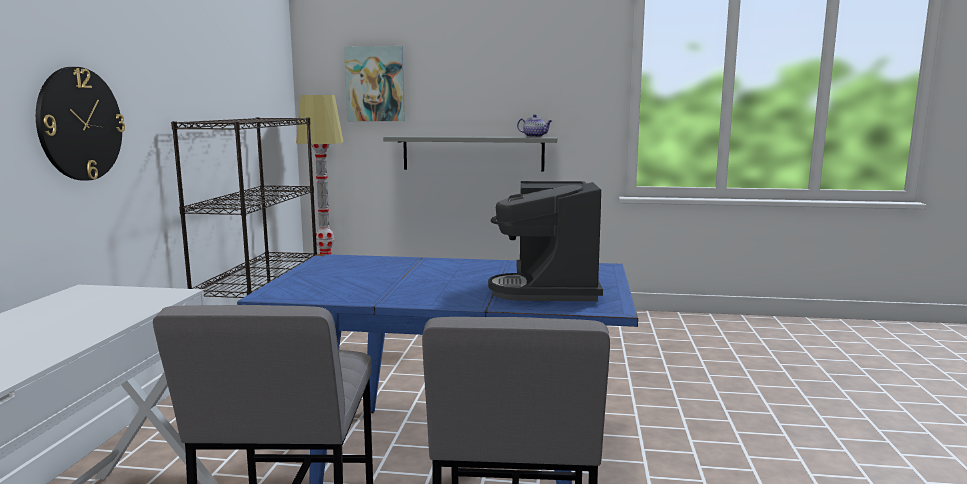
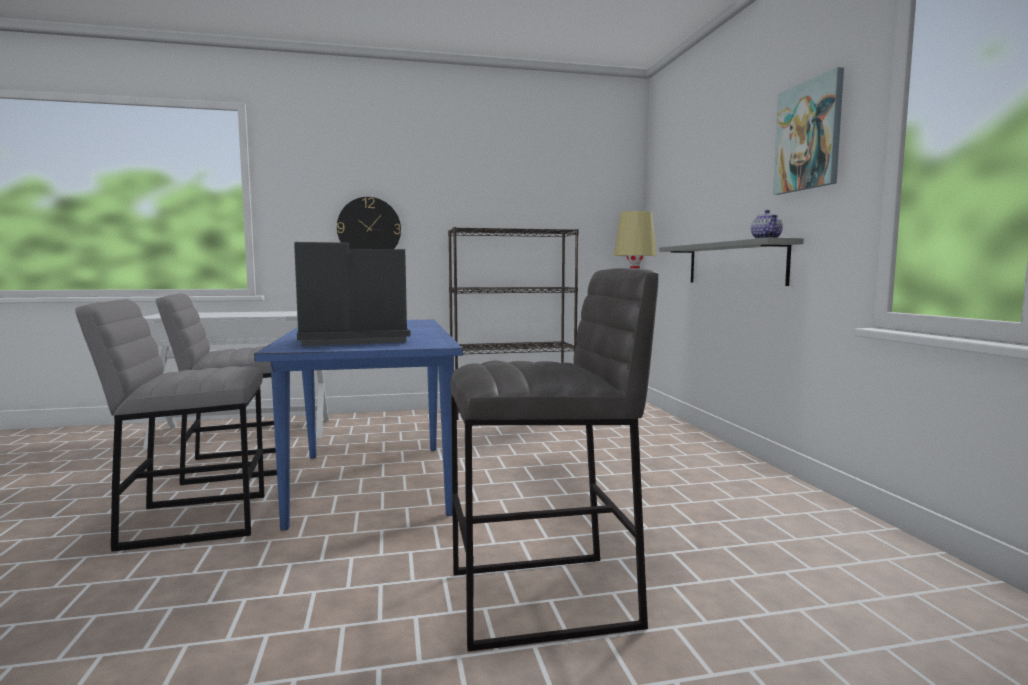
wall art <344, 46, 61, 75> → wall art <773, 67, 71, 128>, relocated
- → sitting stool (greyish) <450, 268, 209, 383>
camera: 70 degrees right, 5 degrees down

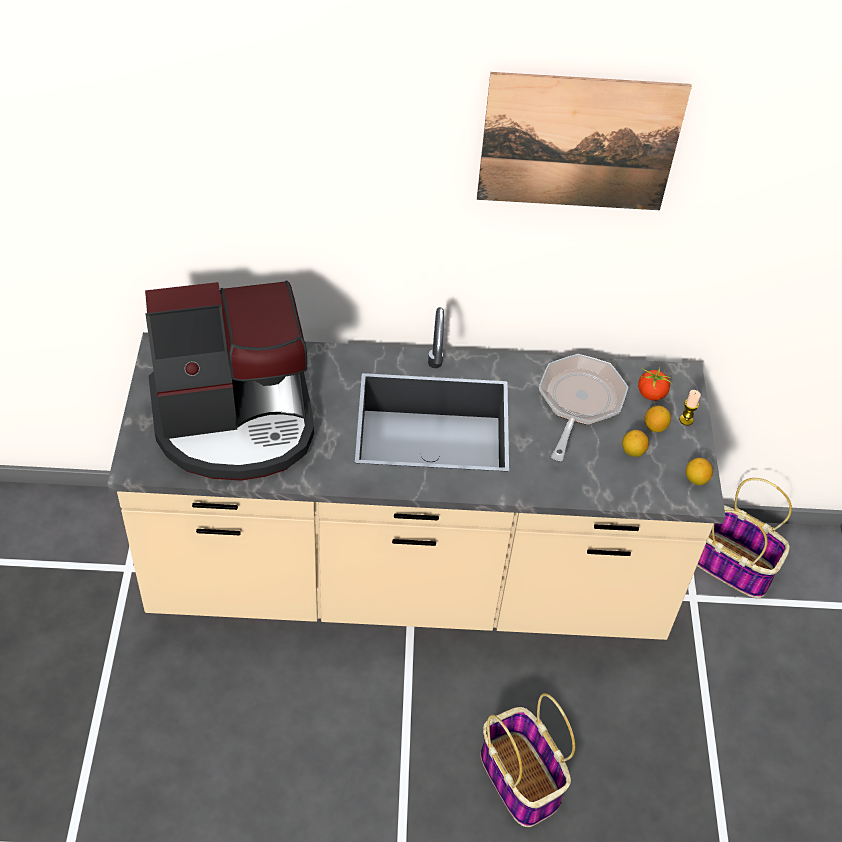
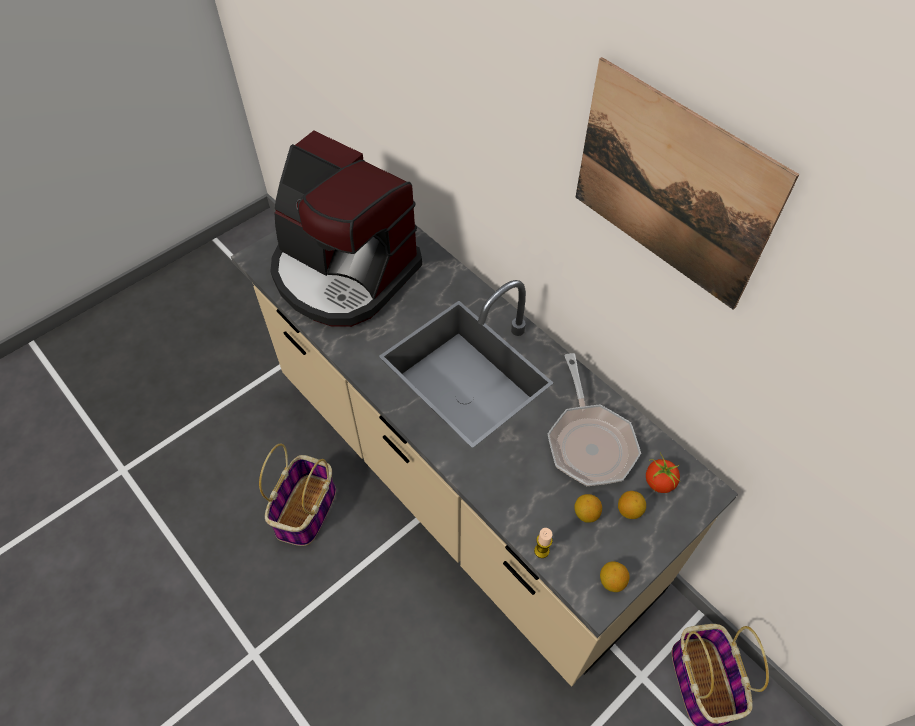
skillet <539, 354, 89, 107> → skillet <548, 353, 93, 133>, 105 degrees clockwise
wax light <679, 390, 22, 35> → wax light <534, 528, 19, 30>, relocated
household basket <480, 693, 95, 134> → household basket <259, 443, 77, 103>, relocated
camera: 50 degrees right, 5 degrees up

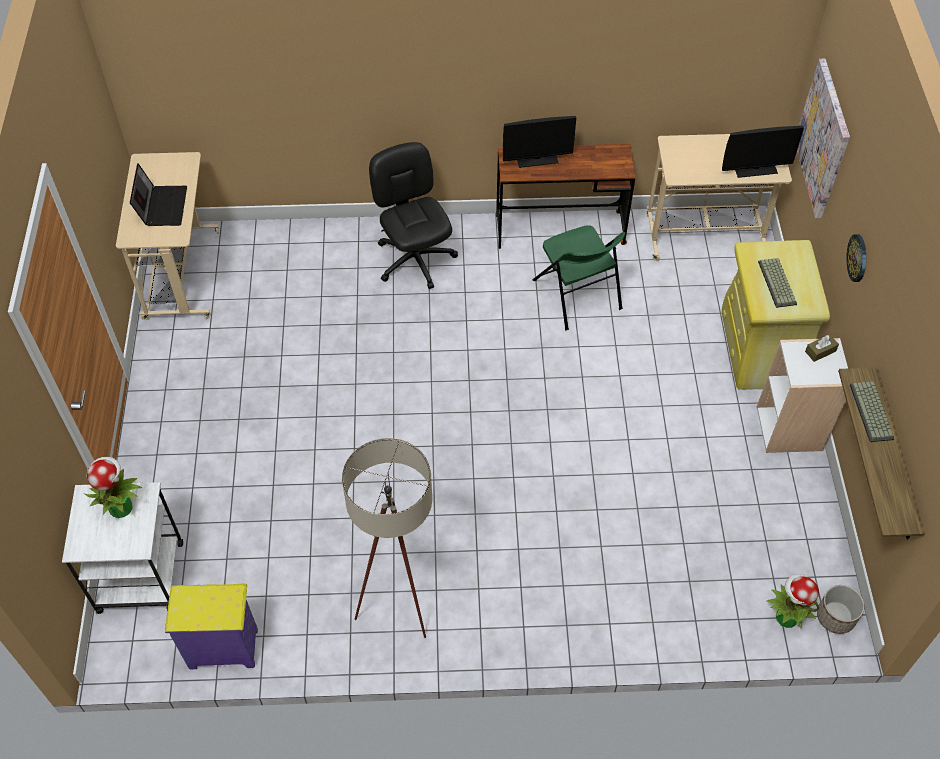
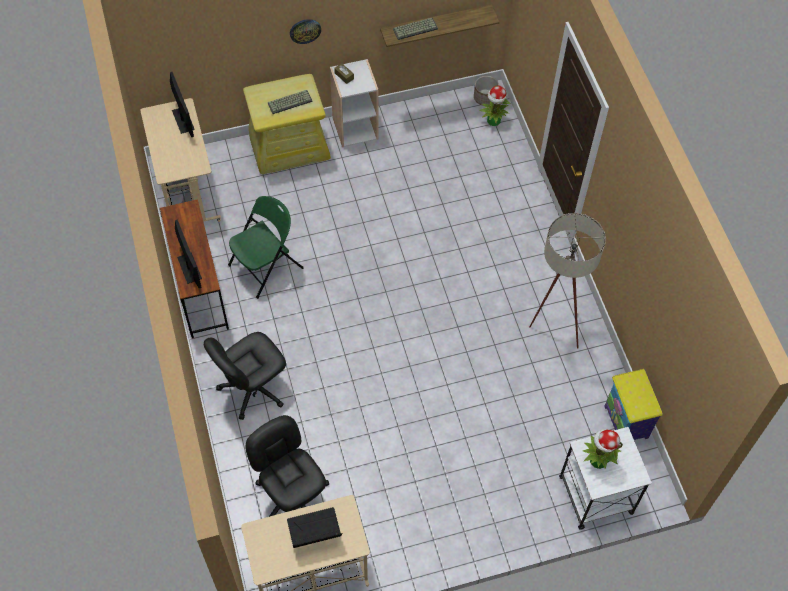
wall art <797, 59, 53, 159> → -
- → office chair (blackish) <246, 415, 83, 102>
camera: 105 degrees left, 5 degrees up

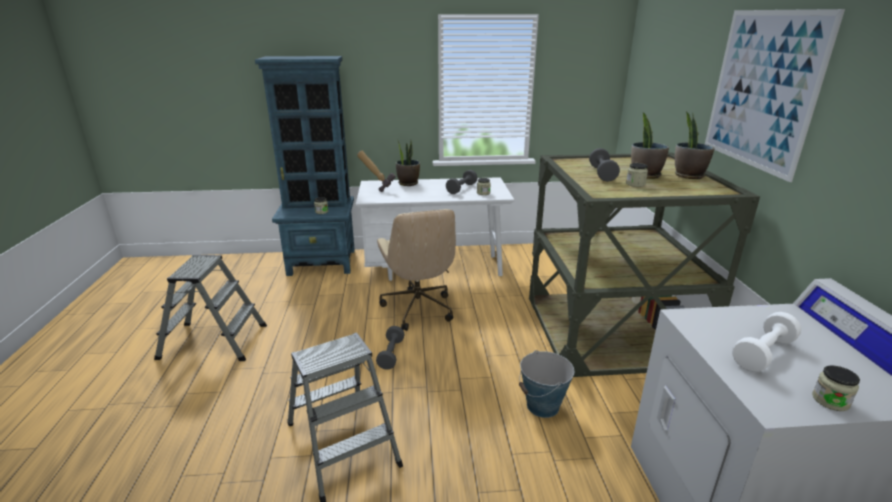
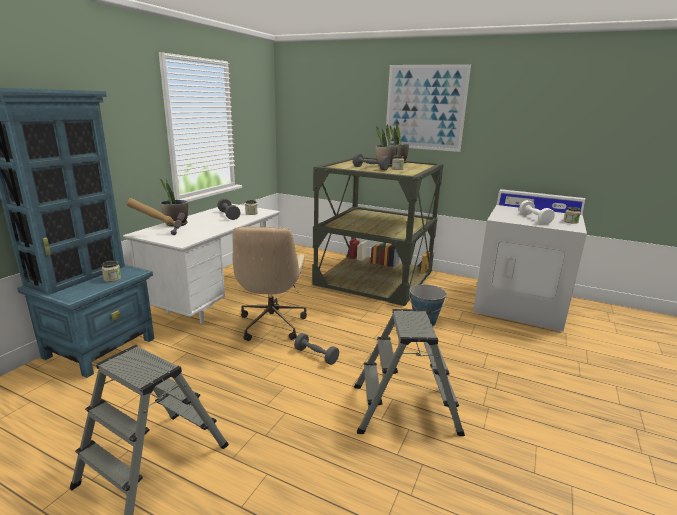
office chair (beige) <377, 209, 79, 122> → office chair (beige) <232, 227, 75, 114>, 75 degrees clockwise
camera: 60 degrees left, 5 degrees down

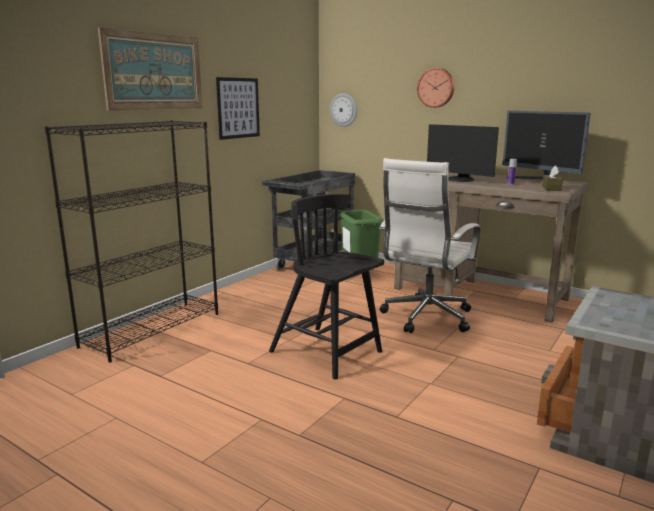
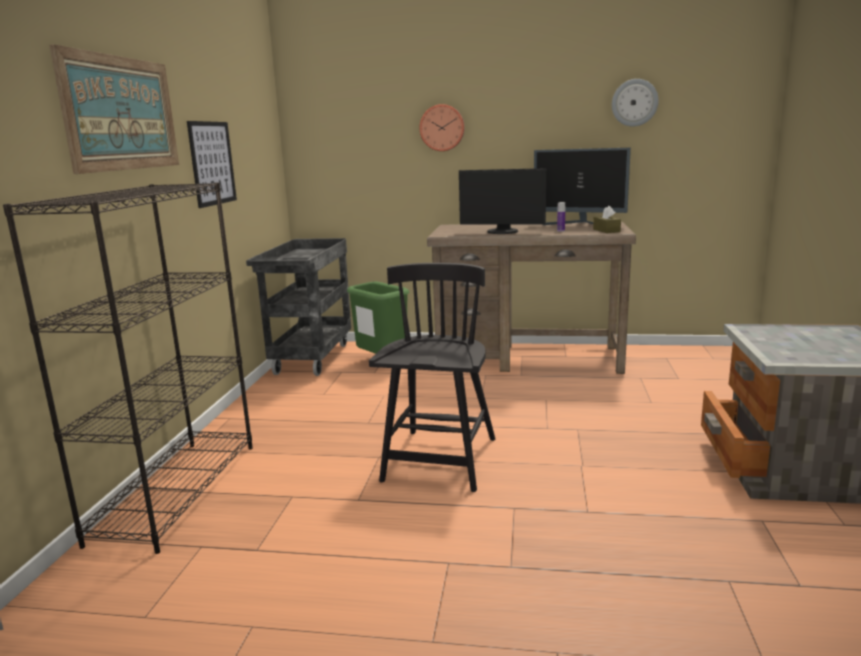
hanging clock <330, 93, 27, 34> → hanging clock <612, 79, 47, 48>, relocated
office chair (white-coloured) <379, 158, 101, 175> → -
chair (blackish) <269, 194, 115, 185> → chair (blackish) <369, 263, 126, 229>, 90 degrees clockwise
camera: 25 degrees left, 0 degrees up

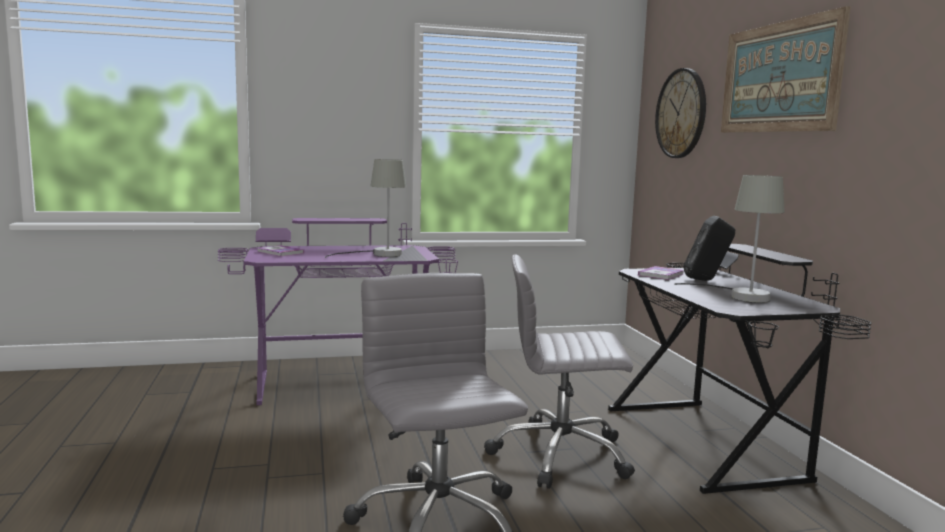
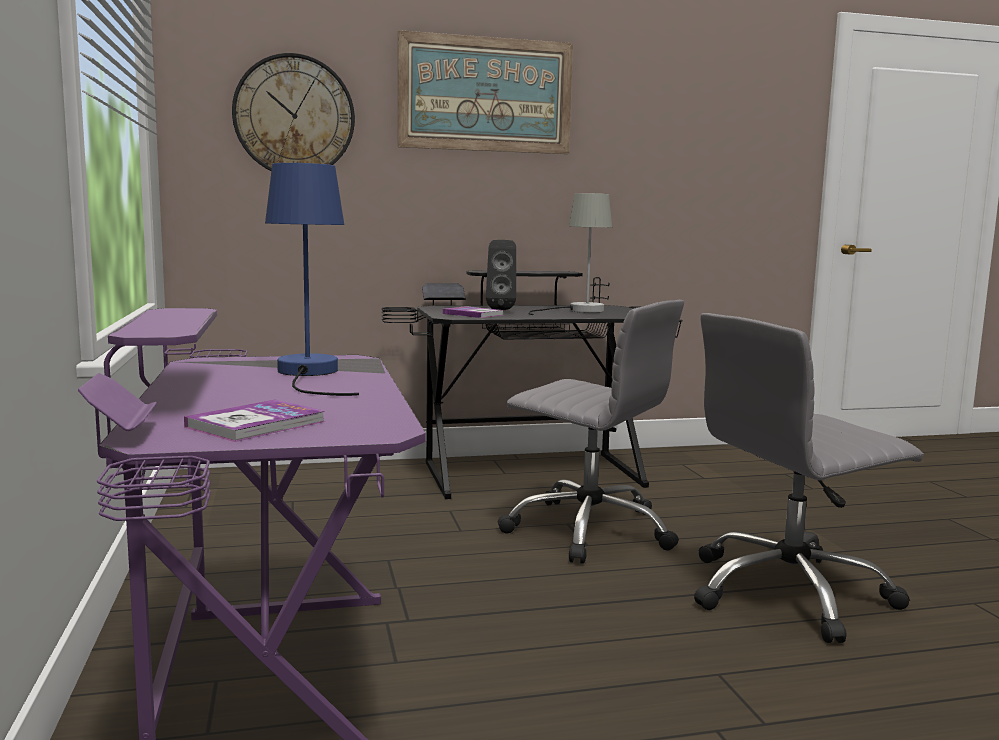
table lamp (greyish) <325, 159, 81, 99> → table lamp (blue-coloured) <265, 163, 94, 233>
office chair (greyish) <484, 254, 151, 235> → office chair (greyish) <498, 300, 186, 264>, 60 degrees counterclockwise
camera: 90 degrees left, 0 degrees up

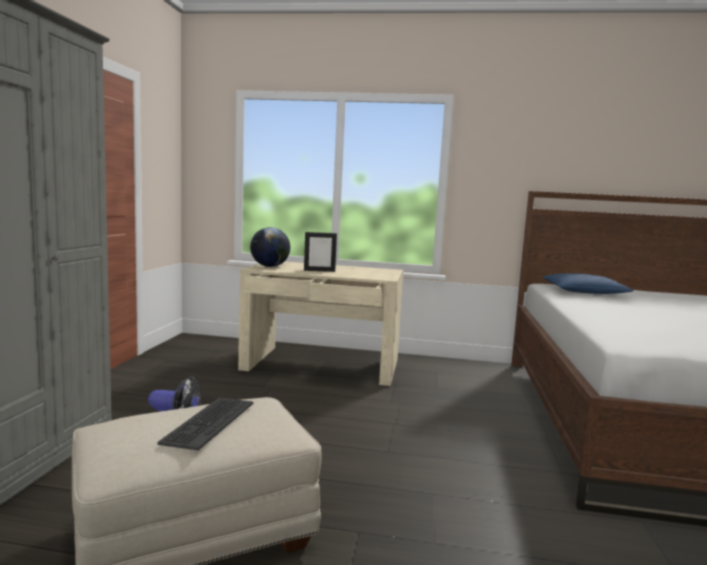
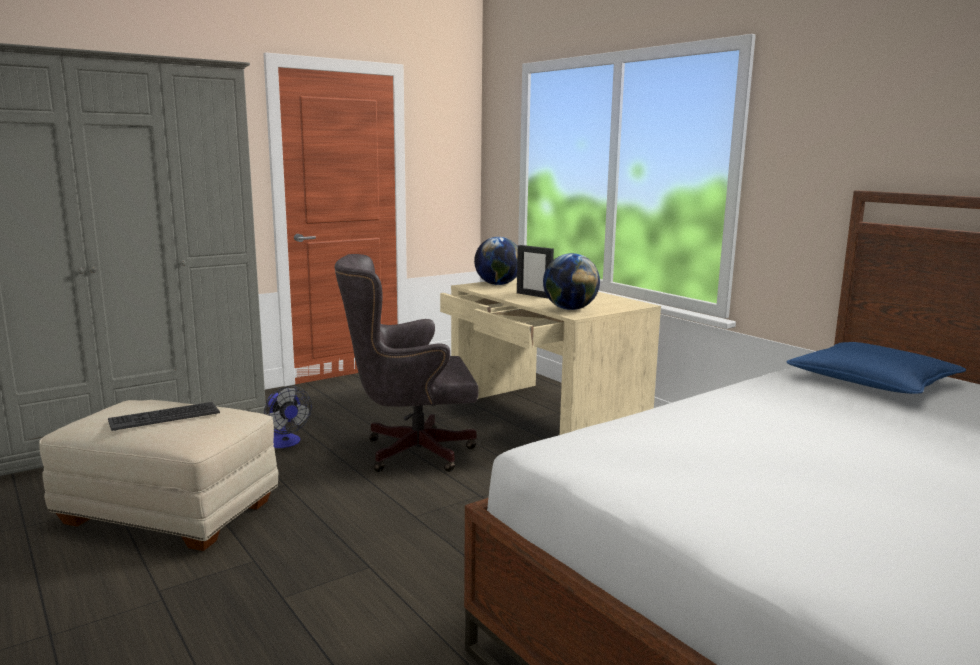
- → desk globe <543, 253, 57, 57>
- → office chair (greyish) <334, 254, 145, 218>
camera: 45 degrees right, 5 degrees up

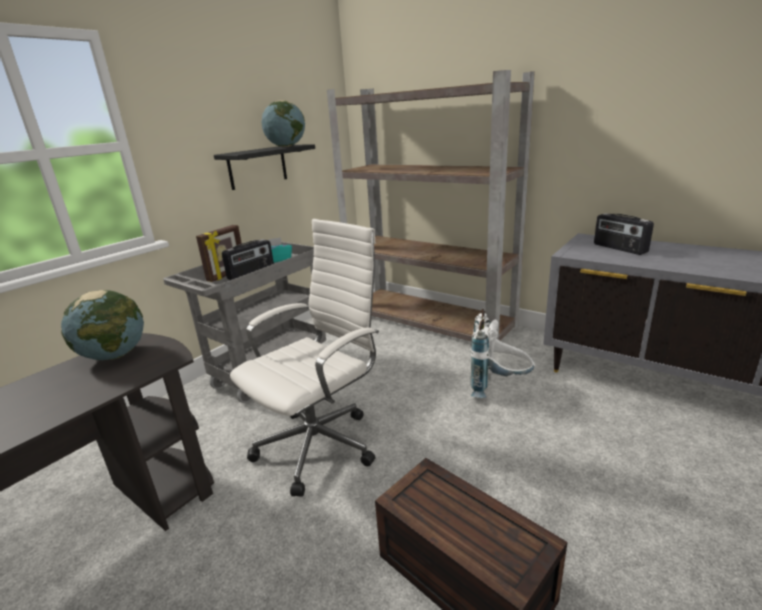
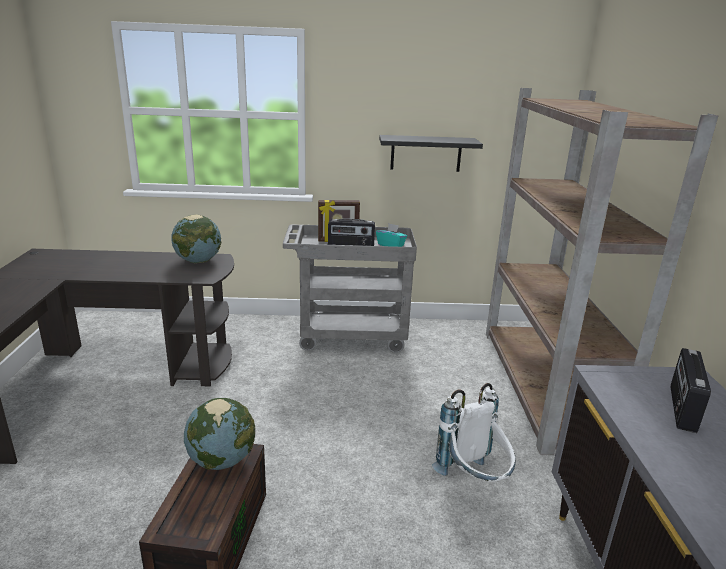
desk globe <262, 100, 43, 47> → desk globe <184, 398, 71, 72>, relocated
office chair (white-coloured) <230, 219, 149, 277> → -
camera: 50 degrees right, 0 degrees up

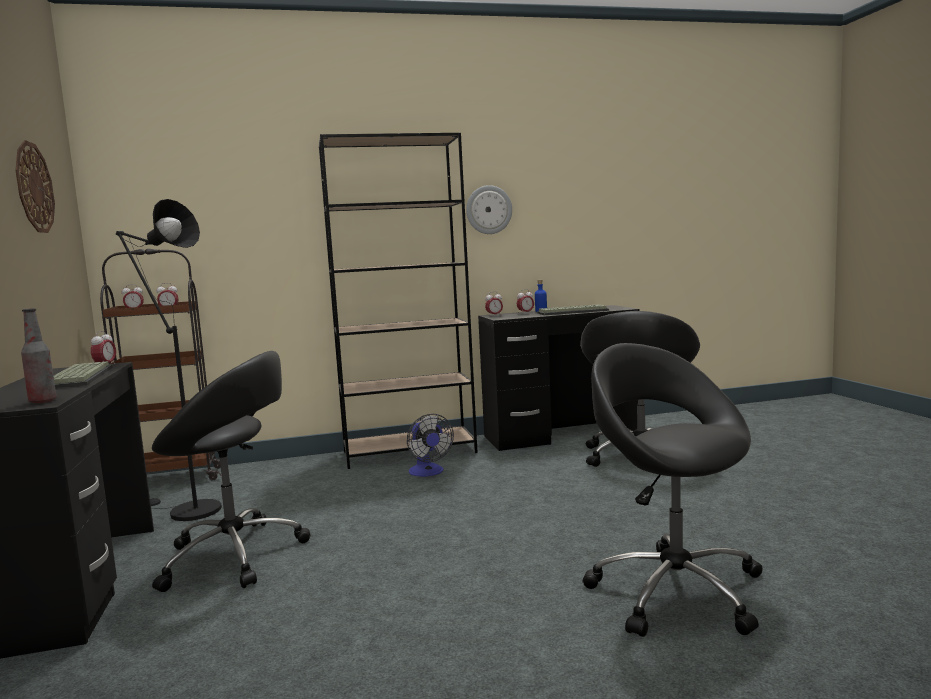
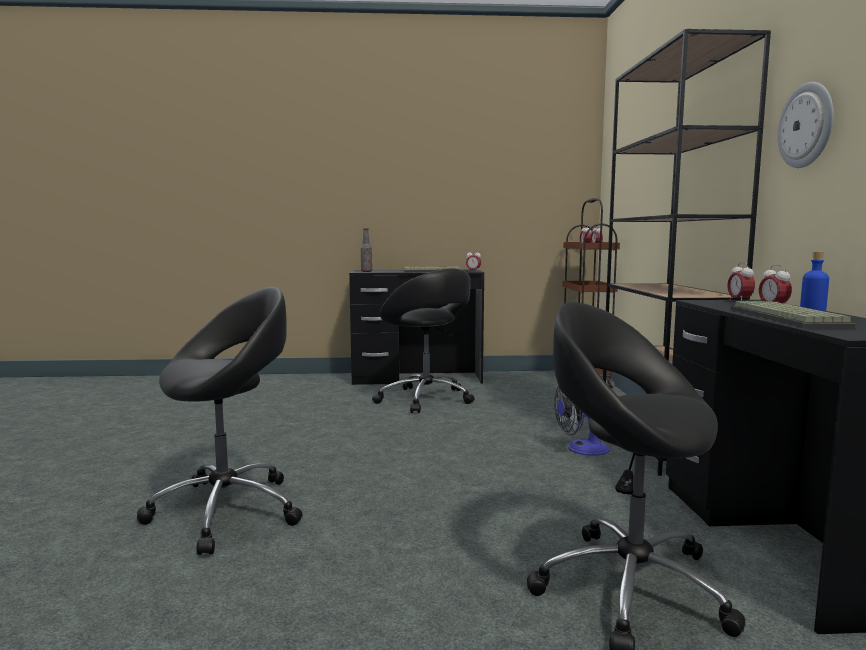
hanging clock <16, 140, 39, 93> → -
standard lamp (blackish) <116, 199, 106, 322> → -
office chair (blackish) <152, 351, 159, 241> → office chair (blackish) <372, 268, 103, 145>, 60 degrees counterclockwise
camera: 100 degrees right, 0 degrees up

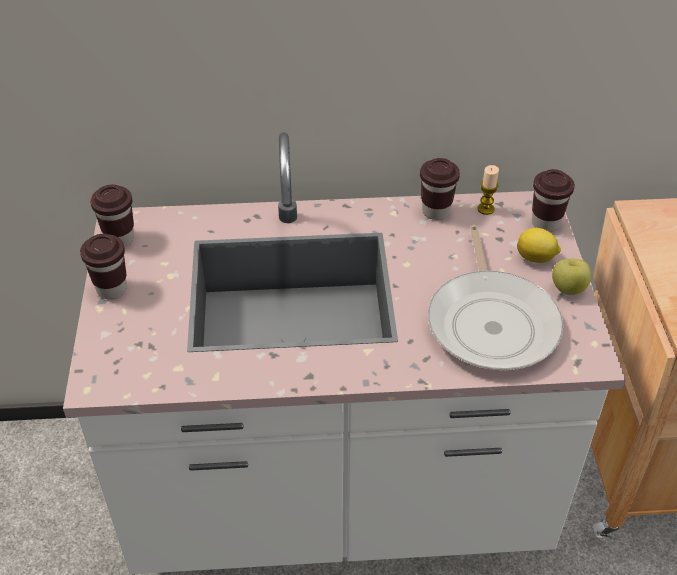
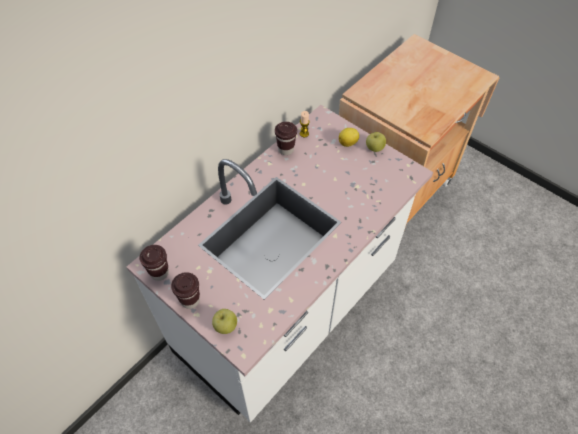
small cup (brown) <532, 169, 43, 63> → -
skillet <428, 225, 135, 145> → -
- → whole apple <212, 309, 25, 25>
camera: 45 degrees left, 10 degrees up

